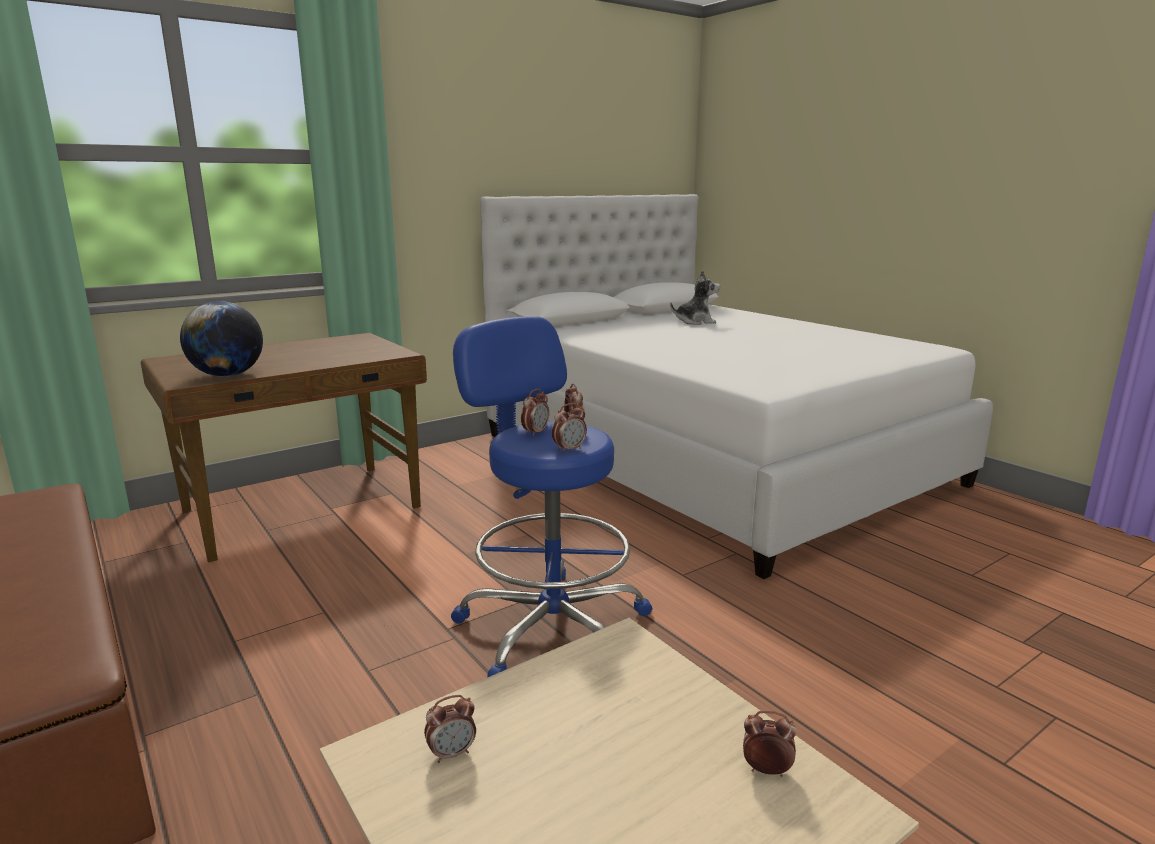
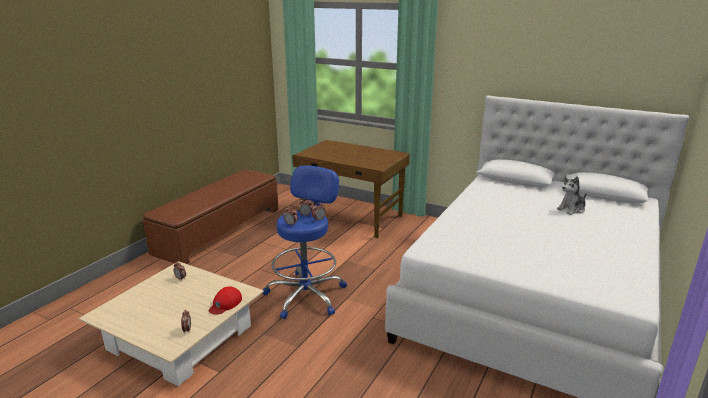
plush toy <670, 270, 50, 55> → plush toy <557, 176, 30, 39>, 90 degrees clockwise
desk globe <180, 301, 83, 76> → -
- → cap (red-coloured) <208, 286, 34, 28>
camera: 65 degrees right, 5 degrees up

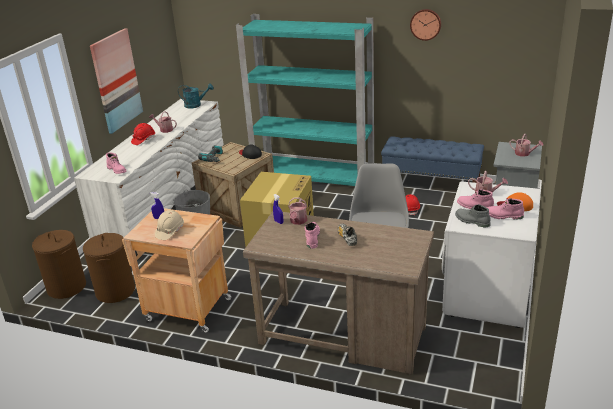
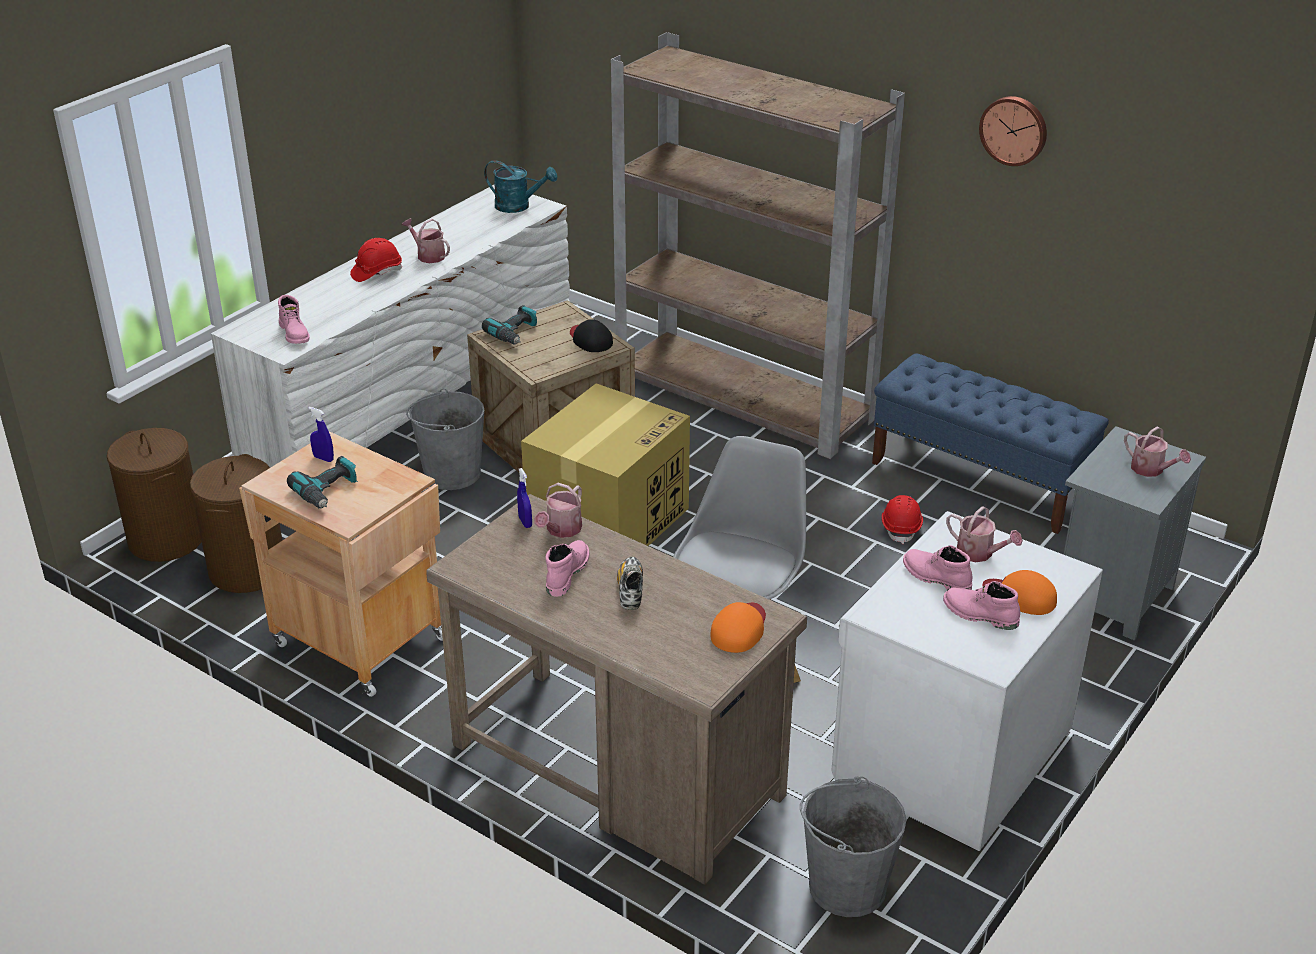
shelving unit (turquoise-coloured) <236, 14, 138, 172> → shelving unit (brown) <611, 32, 294, 427>
wall art <90, 28, 53, 106> → -
high-top boot (greyish) <455, 204, 35, 24> → -
hard hat (beige) <155, 210, 29, 30> → power drill <287, 456, 71, 52>
- → cap (orangey) <711, 602, 55, 51>
- → water bucket (greyish) <800, 777, 107, 140>
camera: 15 degrees right, 5 degrees up

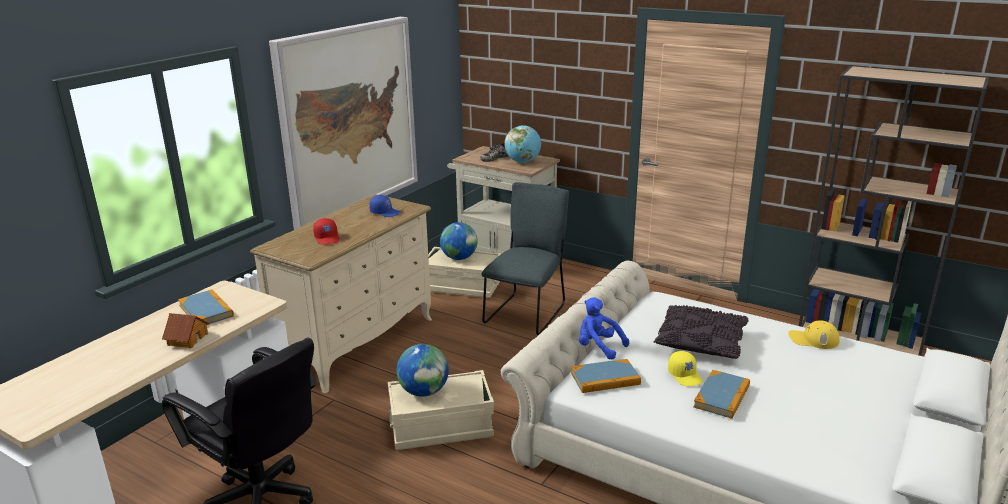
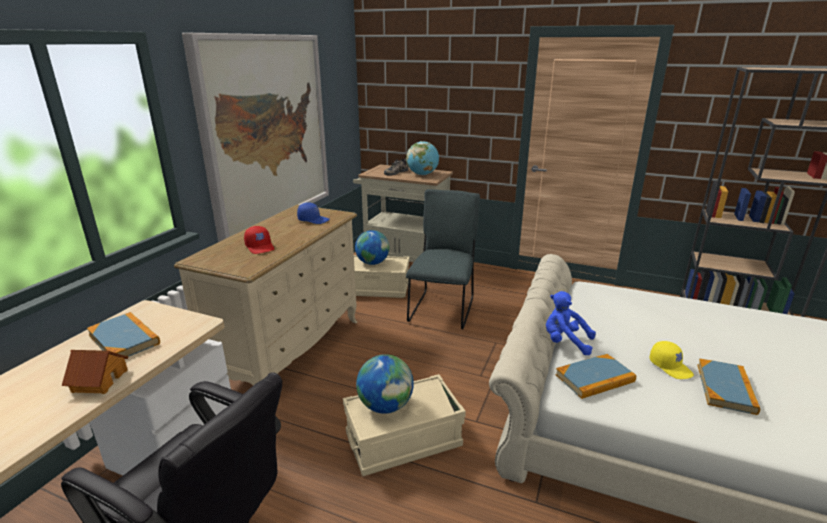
pillow (blackish) <653, 305, 96, 54> → -
cap (yellow-coloured) <788, 321, 52, 28> → -
camera: 10 degrees left, 0 degrees up

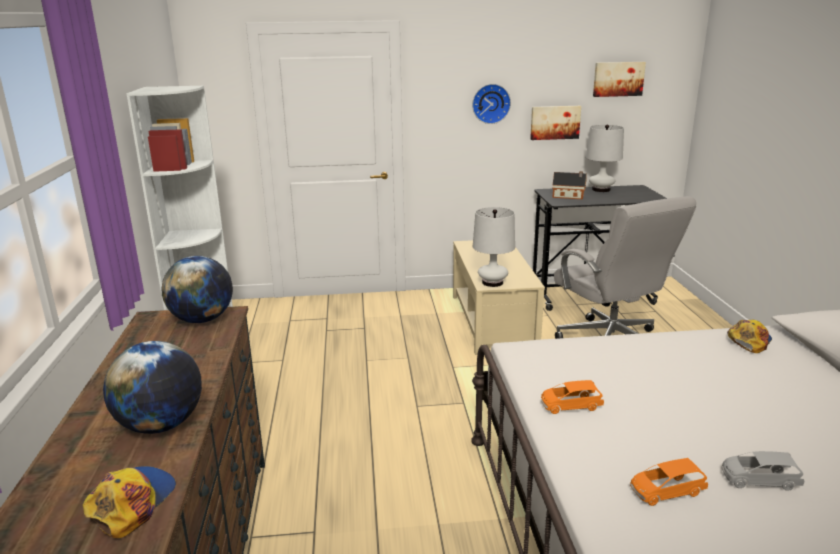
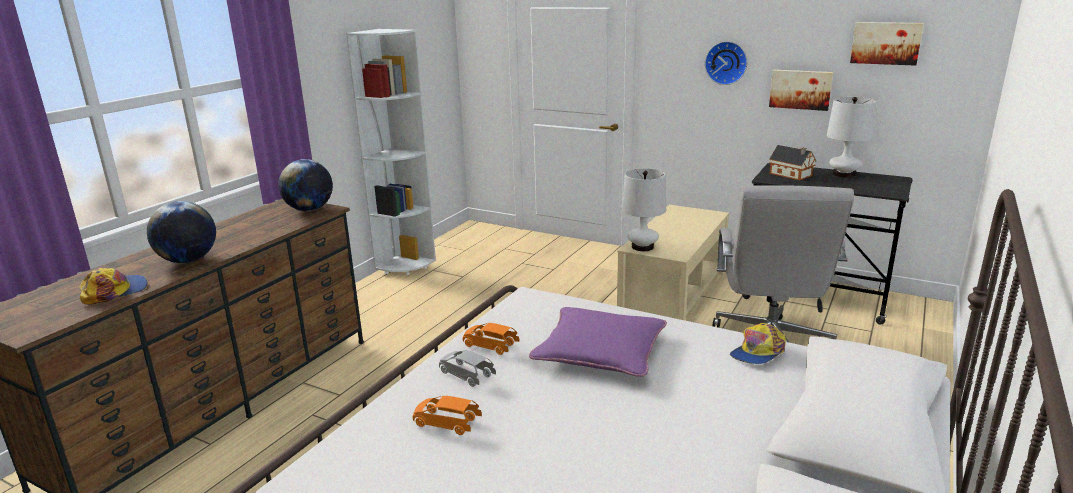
cap <727, 320, 45, 33> → cap <730, 323, 56, 41>, 150 degrees clockwise
model car (greyish) <722, 451, 82, 40> → model car (greyish) <439, 350, 57, 37>, relocated
- → pillow (purple-coloured) <529, 307, 138, 70>
camera: 35 degrees right, 0 degrees up

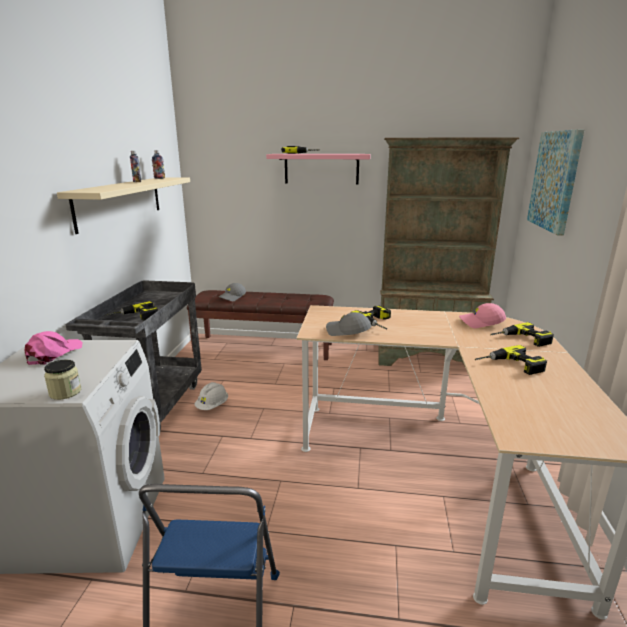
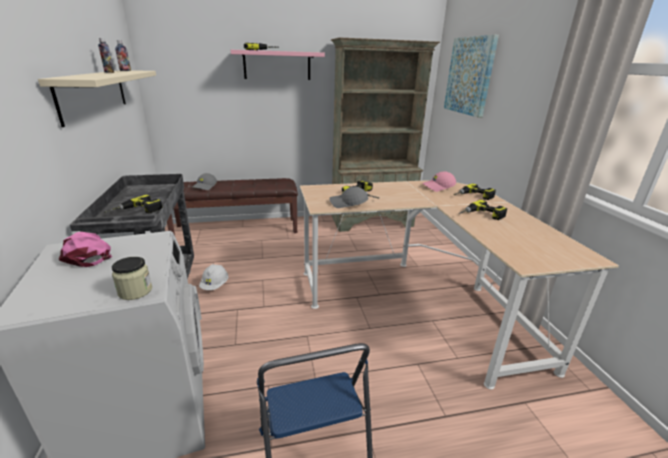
cap (pinkish) <24, 331, 59, 34> → cap (pinkish) <59, 232, 53, 35>, 45 degrees counterclockwise
camera: 20 degrees left, 5 degrees up

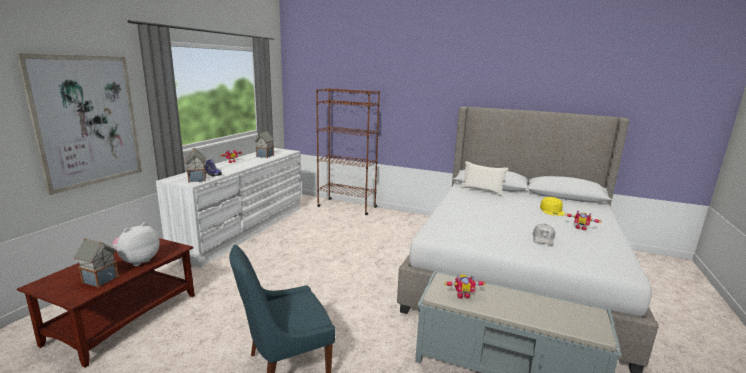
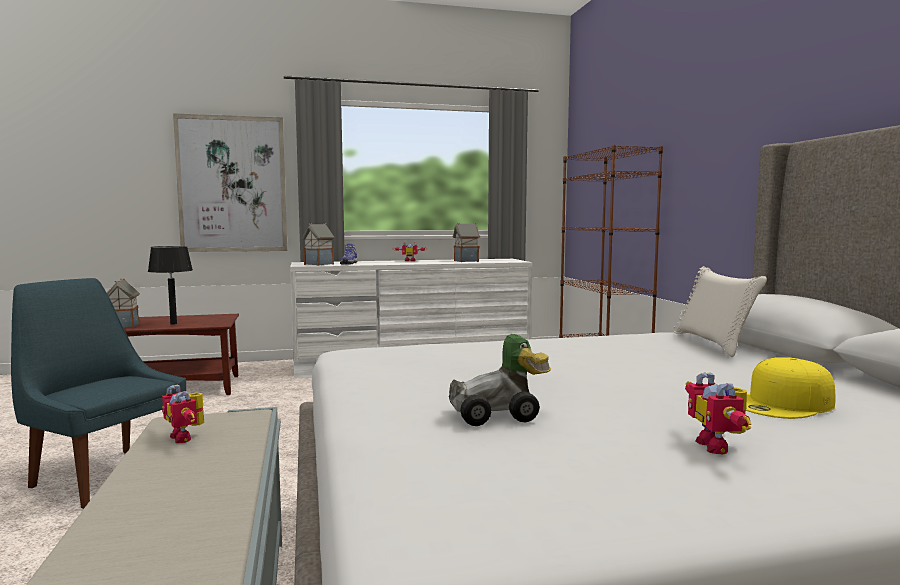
plush toy <112, 223, 48, 43> → table lamp (blackish) <148, 246, 45, 79>
cap (white-coloured) <533, 224, 22, 22> → model car <449, 334, 102, 92>
camera: 55 degrees right, 10 degrees down

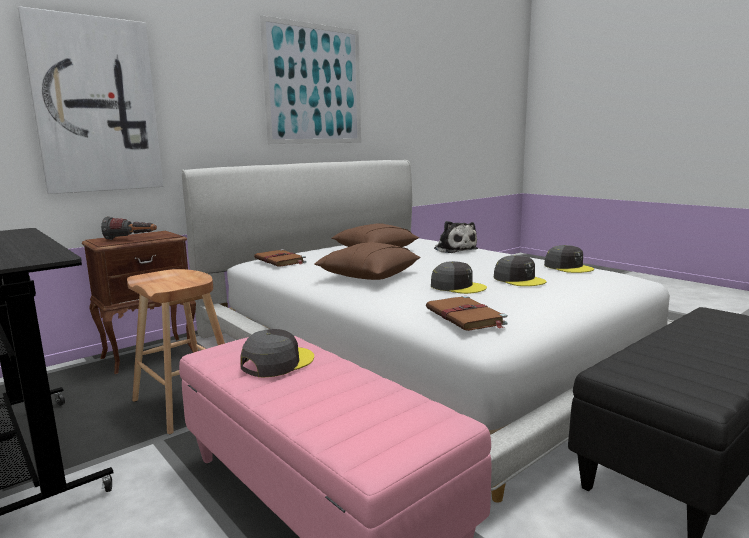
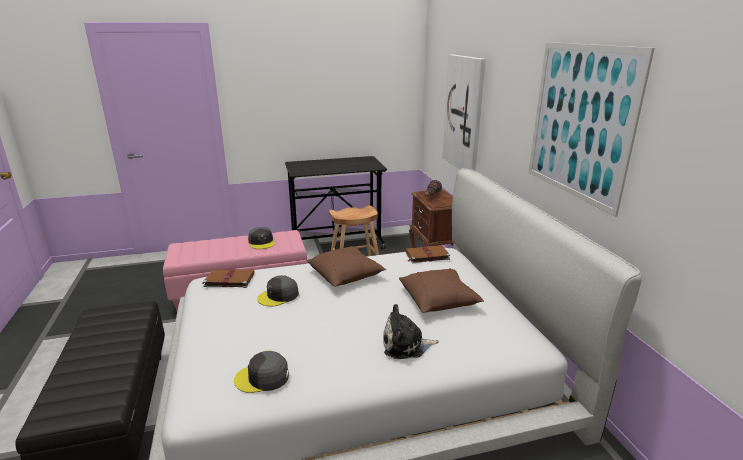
cap (greyish) <494, 255, 53, 31> → -
camera: 115 degrees right, 10 degrees up

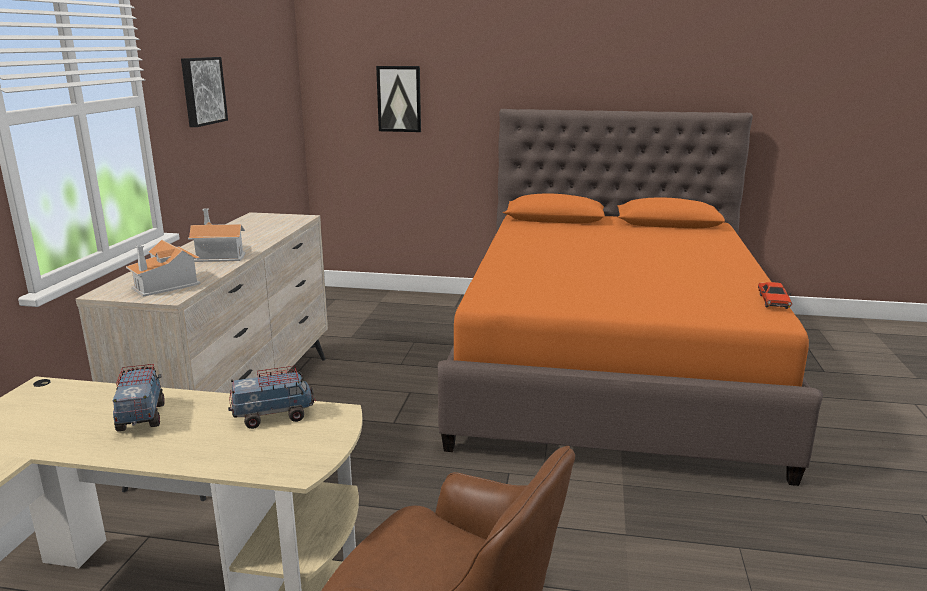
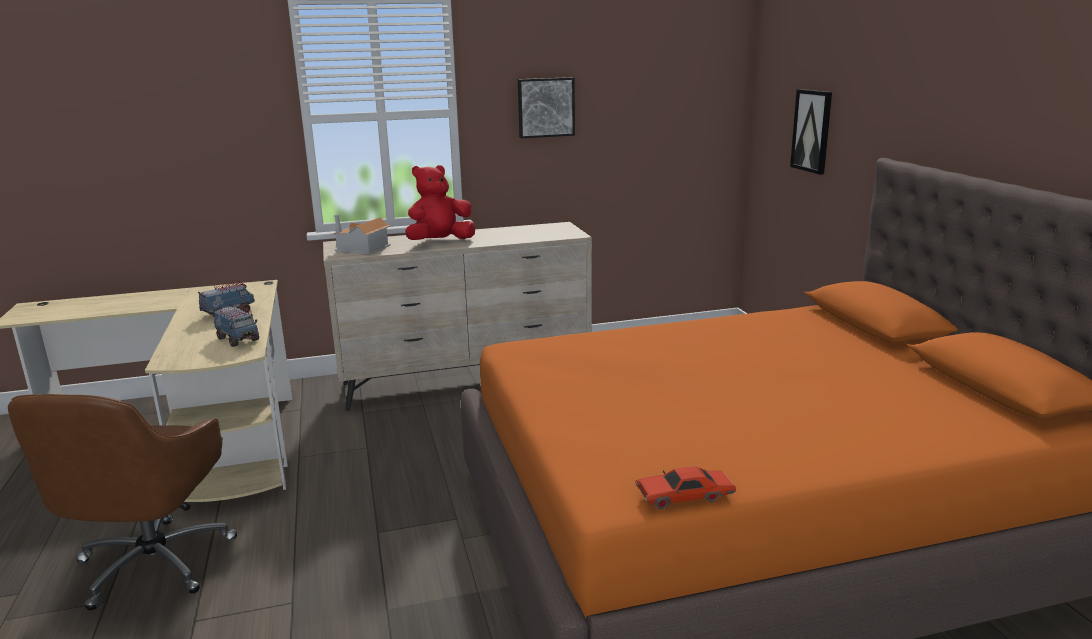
toy house <188, 208, 58, 54> → plush toy (red-coloured) <405, 165, 70, 75>
camera: 65 degrees right, 0 degrees up

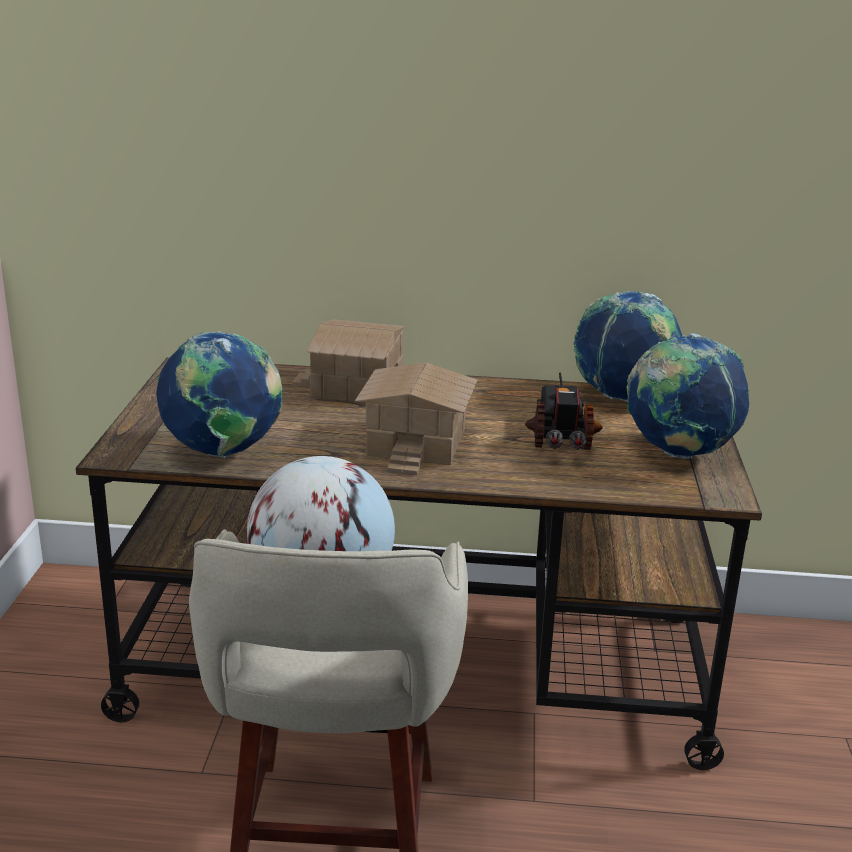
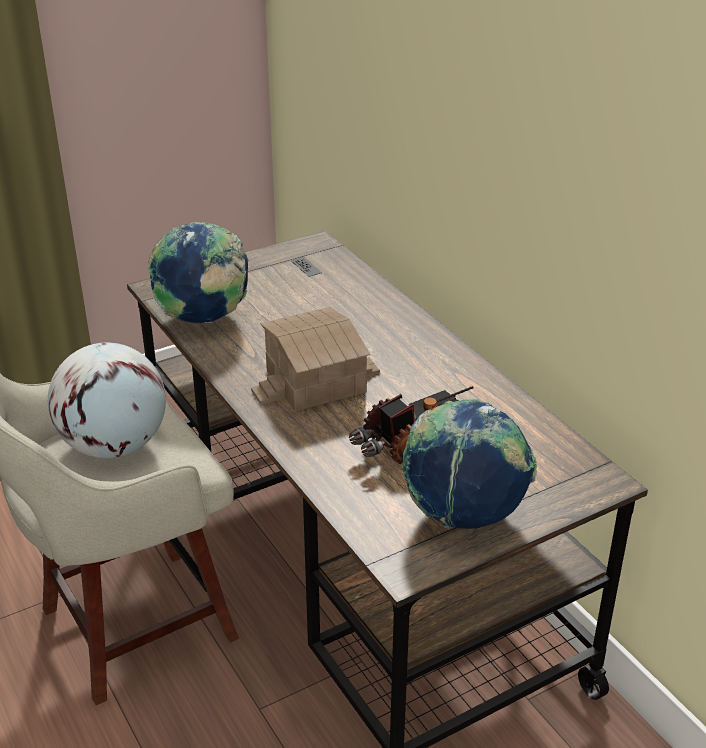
desk globe <573, 291, 109, 111> → -
toy house <292, 319, 113, 84> → -
camera: 55 degrees right, 10 degrees up

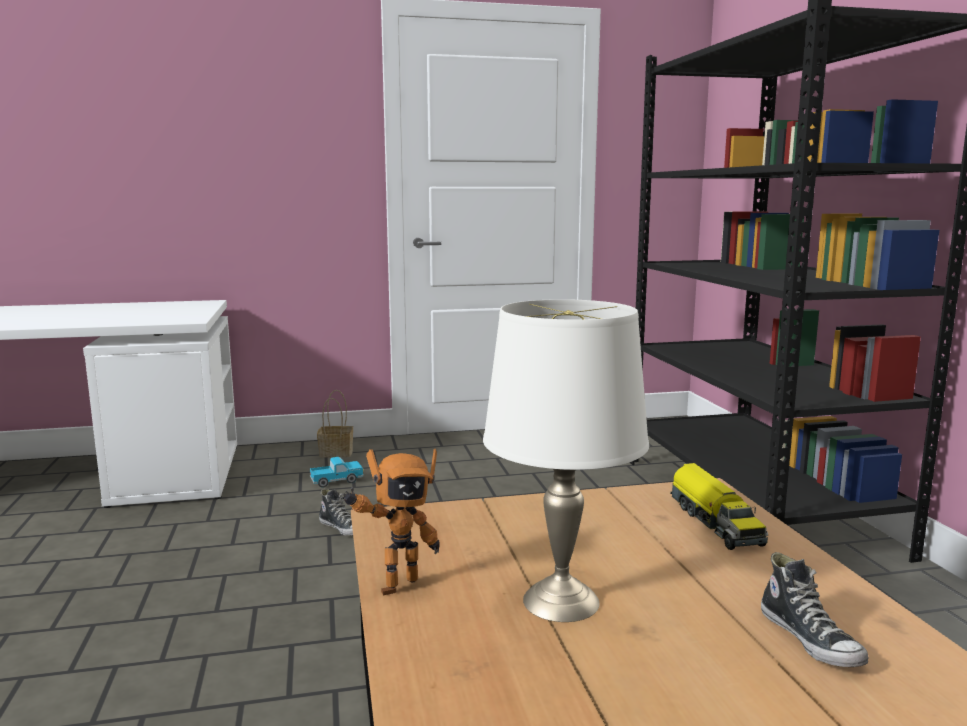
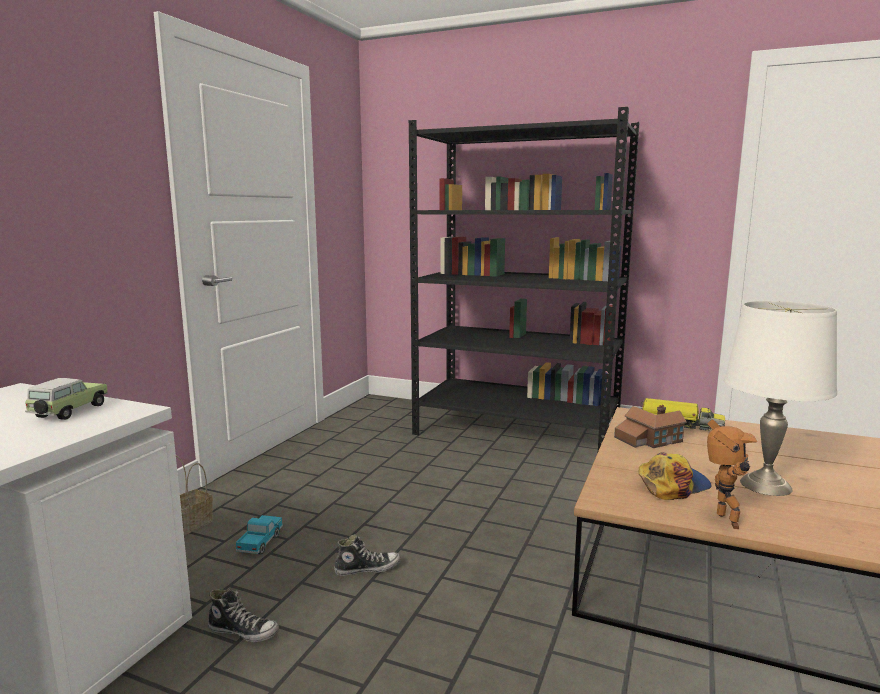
item of footwear <761, 552, 107, 115> → item of footwear <208, 588, 71, 55>, relocated
- → model car <25, 378, 83, 42>
- → toy house <614, 405, 73, 43>
- → cap <639, 452, 73, 48>
camera: 55 degrees left, 0 degrees up

